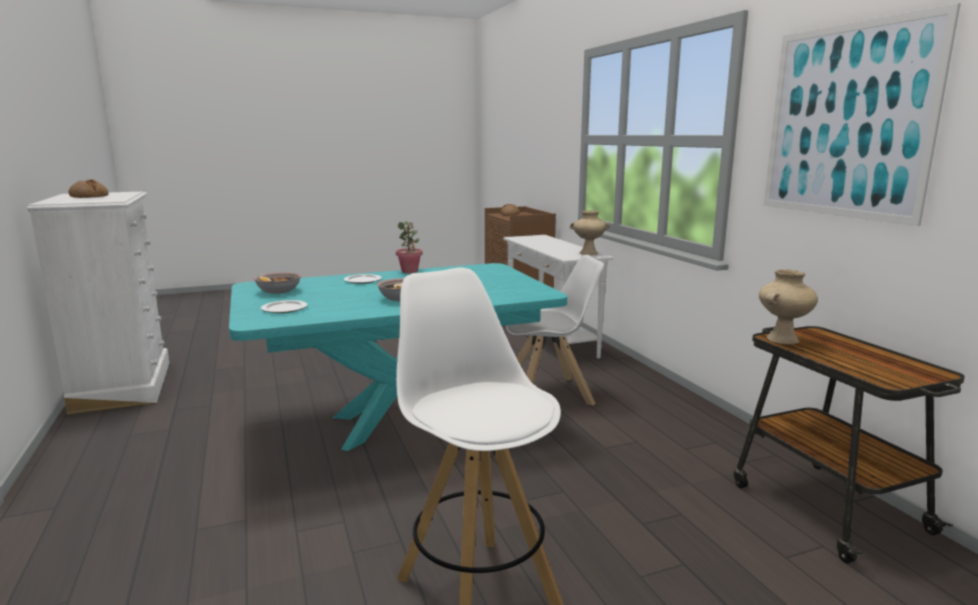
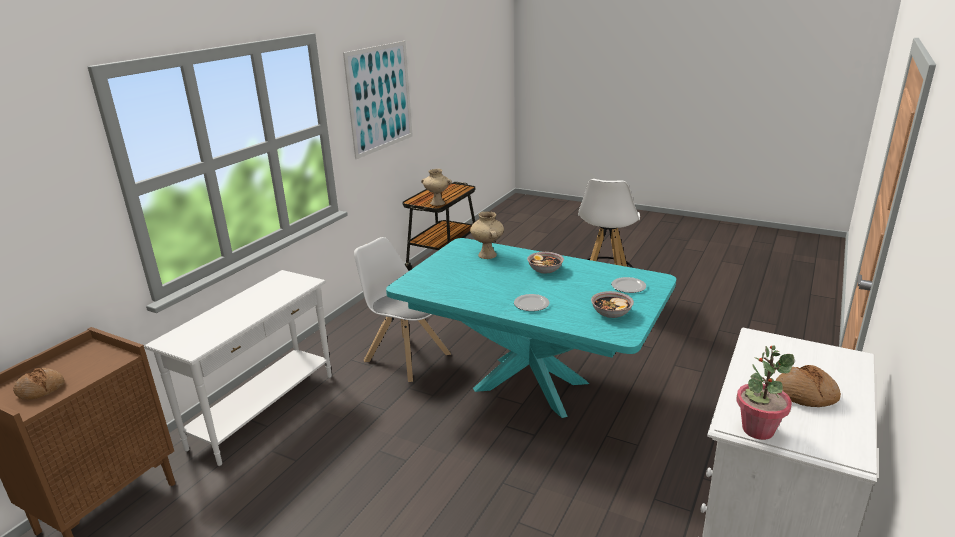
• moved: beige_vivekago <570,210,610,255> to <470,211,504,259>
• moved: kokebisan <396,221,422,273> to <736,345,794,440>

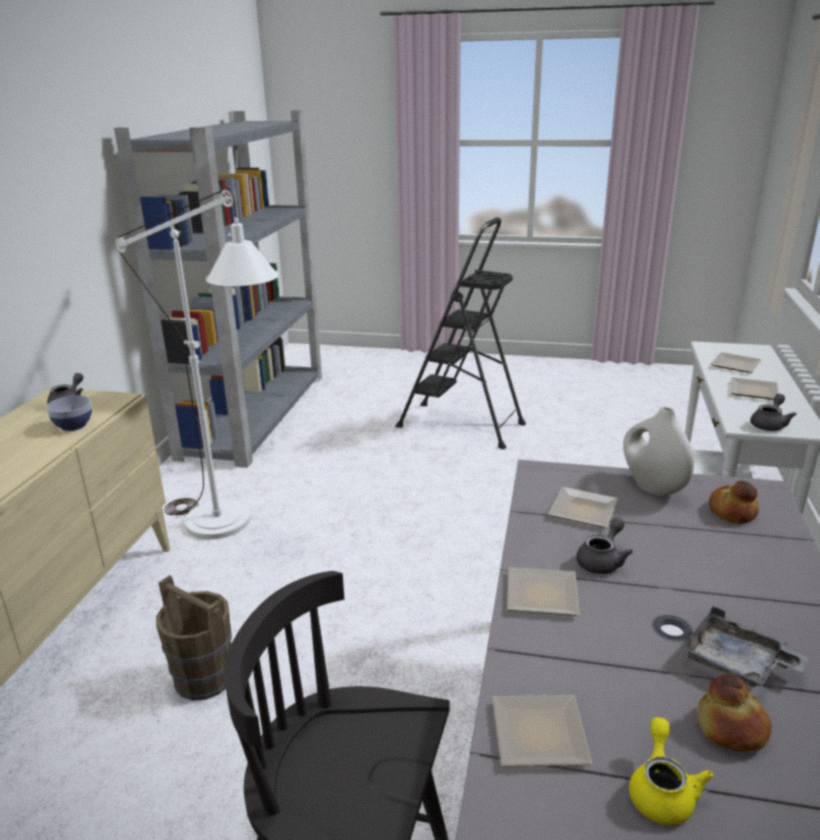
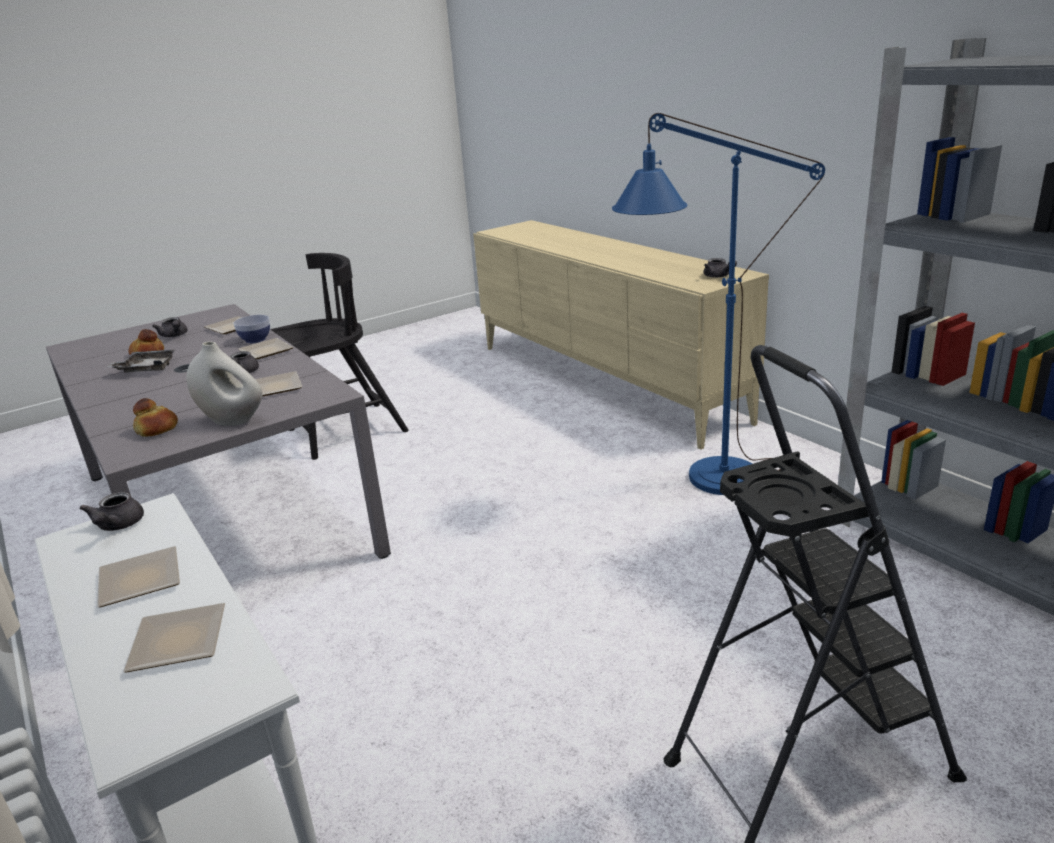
• recoloured: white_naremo <115,189,279,539> to blue_naremo <612,113,825,495>
• moved: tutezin <46,395,92,431> to <233,315,270,343>
• removed: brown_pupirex <156,575,232,701>
• recoloured: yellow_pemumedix <629,717,713,825> to grey_pemumedix <152,317,187,337>

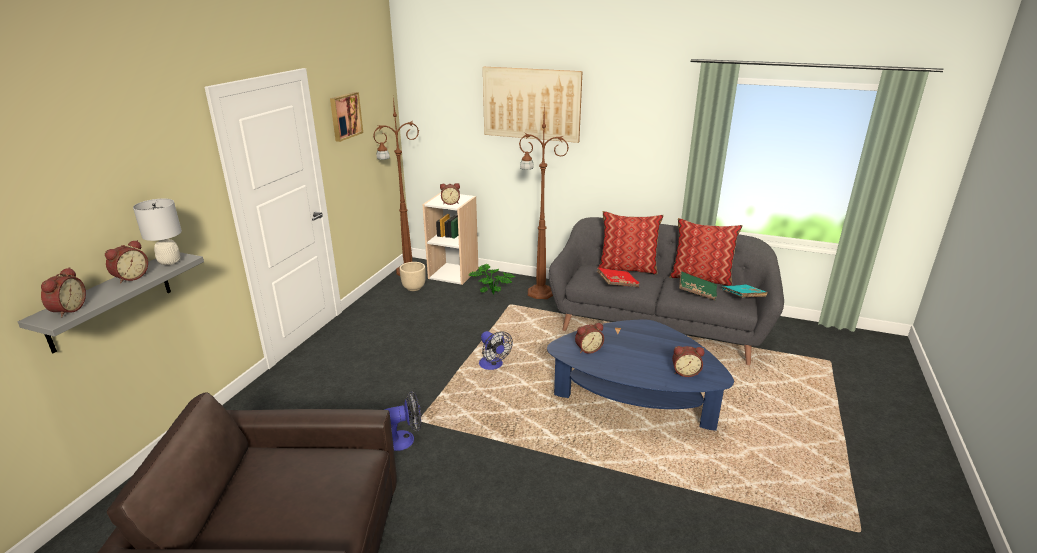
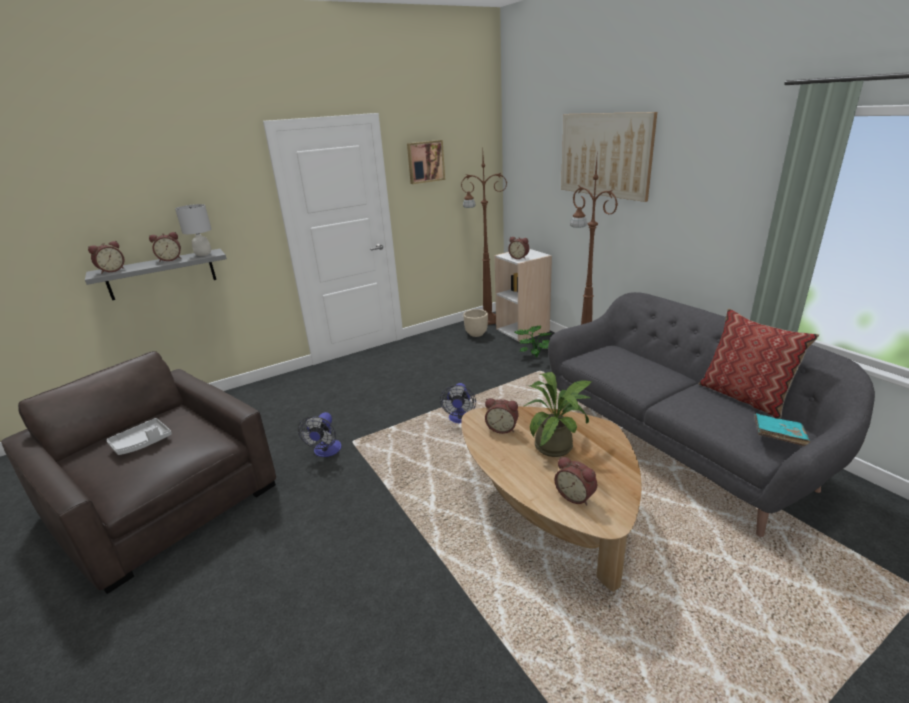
• removed: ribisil <598,211,664,275>
• removed: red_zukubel <597,268,639,287>
• removed: green_zukubel <679,272,717,301>
• recoloured: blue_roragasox <547,320,734,431> to brown_roragasox <461,406,642,592>
• turned: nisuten <384,391,421,451> = <298,412,341,457> 75 degrees clockwise
• added: kokebisan <524,372,591,457>
• added: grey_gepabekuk <107,418,172,455>

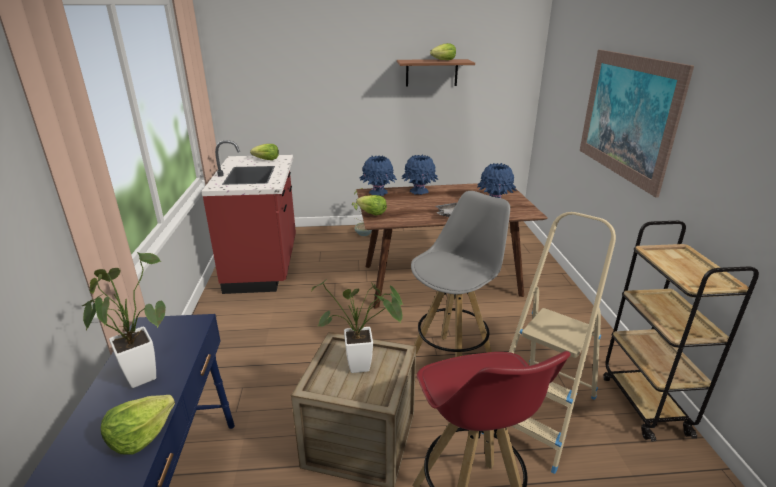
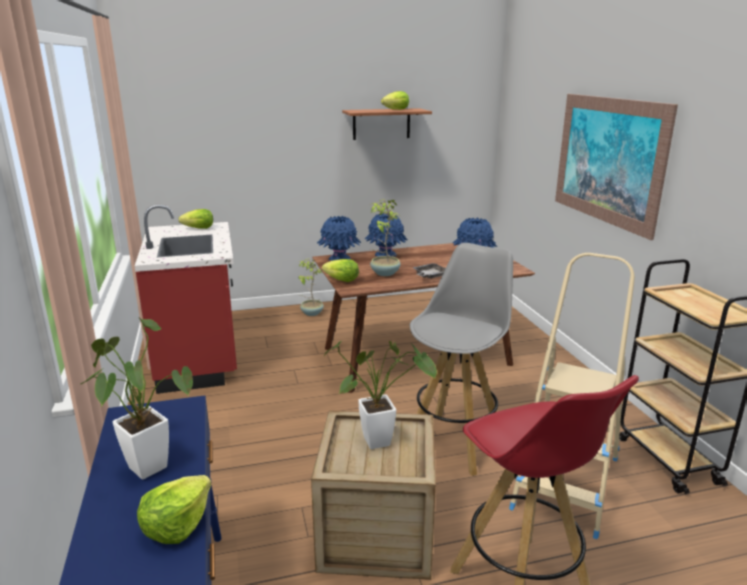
• added: kokebisan <370,199,401,276>

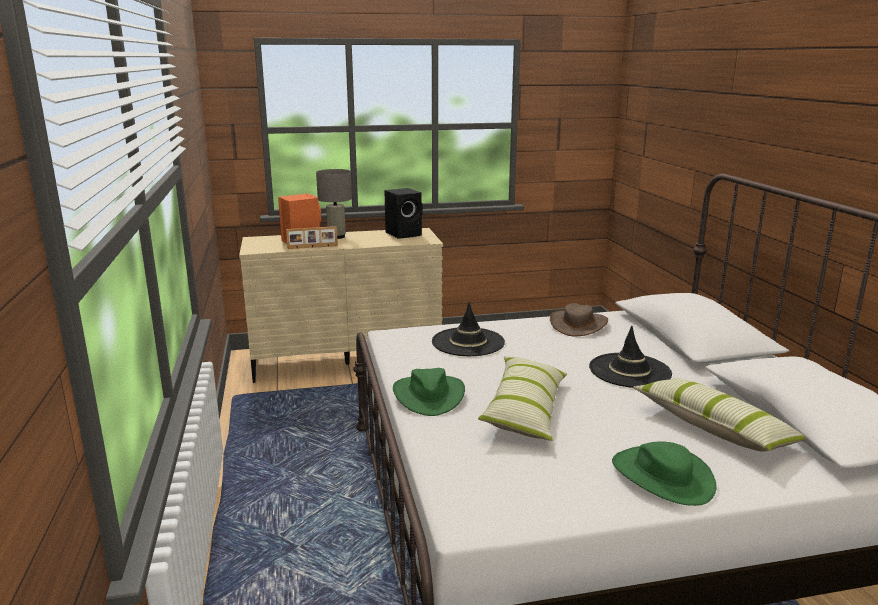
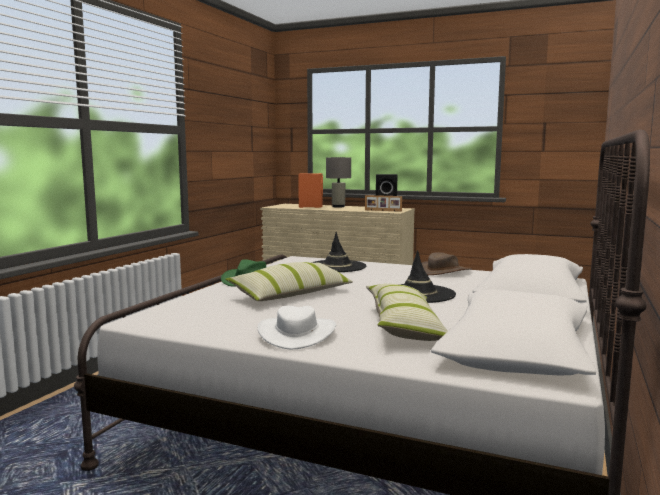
• moved: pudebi <286,226,338,249> to <365,195,402,212>
• recoloured: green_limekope <612,442,717,506> to white_limekope <258,305,336,349>

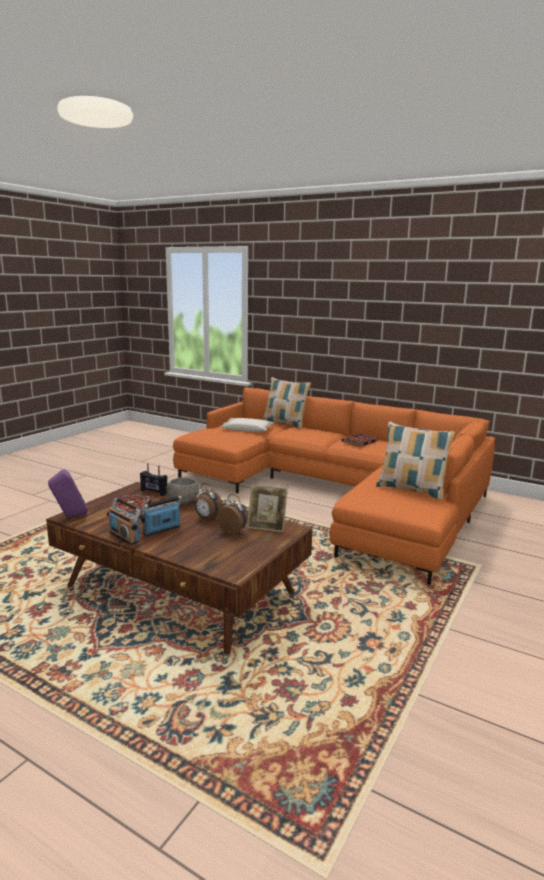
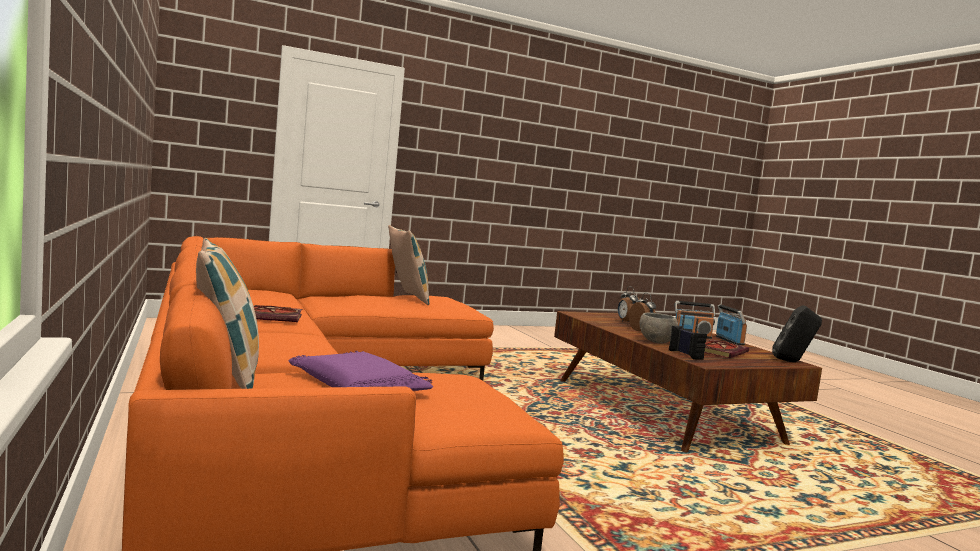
• recoloured: white_ribisil <220,418,274,432> to purple_ribisil <289,350,433,391>
• recoloured: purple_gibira <48,469,88,517> to black_gibira <772,305,822,362>
• removed: pudebi <247,484,288,532>

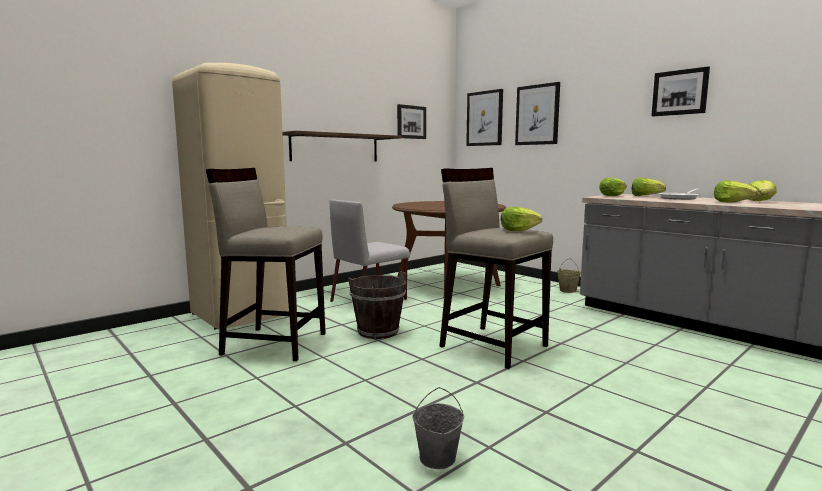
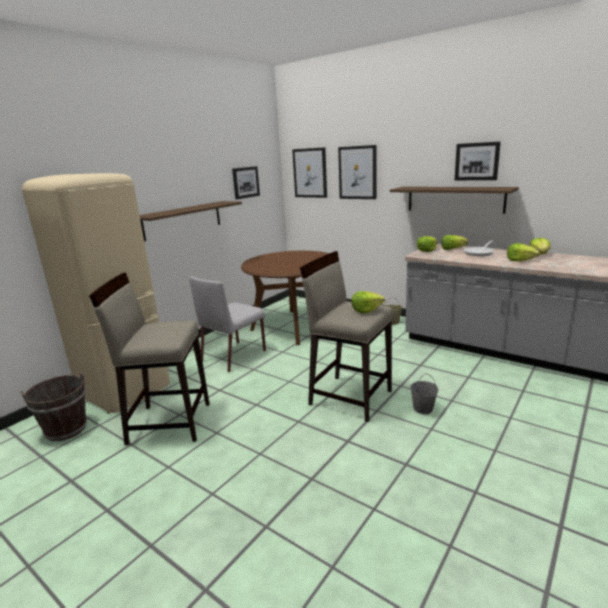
• moved: brown_pupirex <348,271,406,339> to <20,372,87,441>
• moved: grey_pupirex <412,387,464,469> to <410,373,438,414>
• added: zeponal <390,187,519,214>

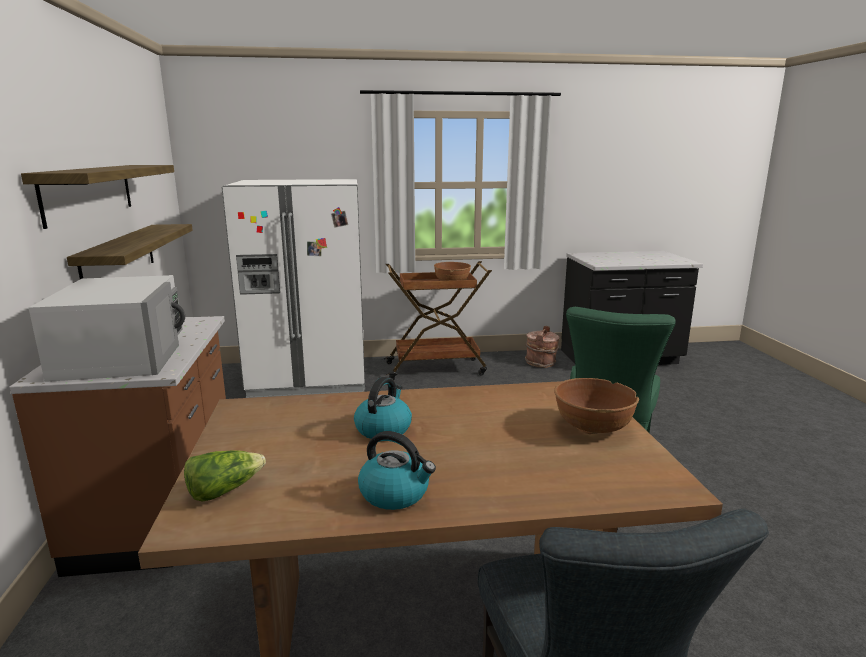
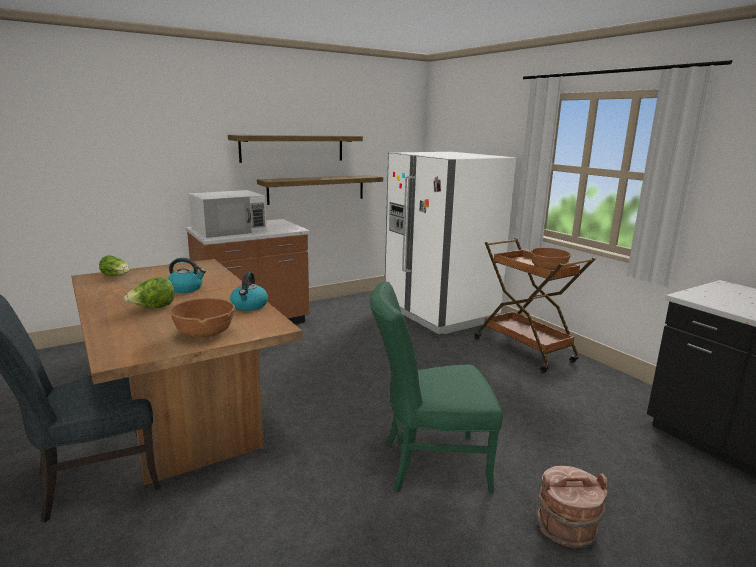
• moved: brown_pupirex <525,326,559,368> to <537,466,607,548>
• moved: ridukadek <358,431,436,510> to <230,272,268,311>
• added: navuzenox <124,277,175,308>

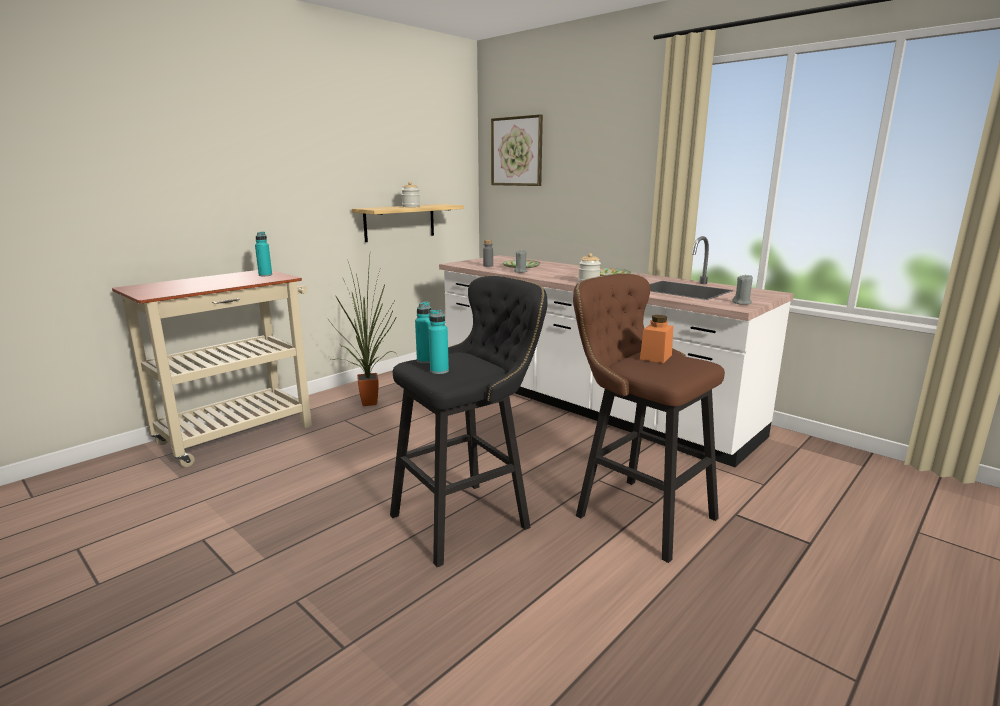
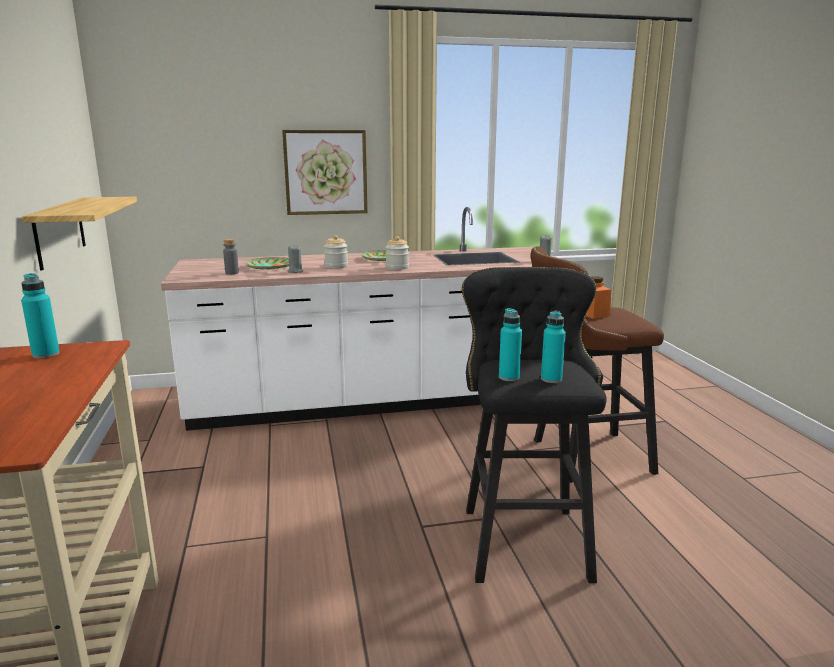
• moved: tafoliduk <491,114,543,186> to <282,130,368,215>
• moved: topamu <401,182,420,207> to <324,235,348,269>
• removed: kokebisan <327,257,397,406>

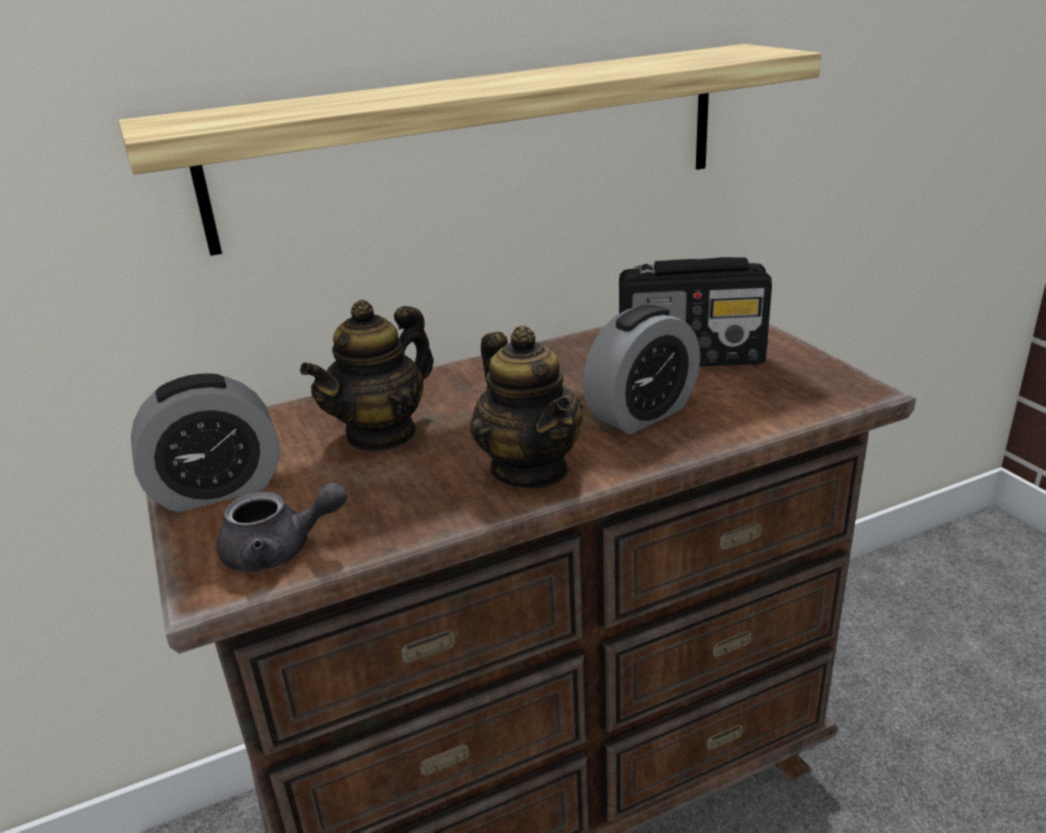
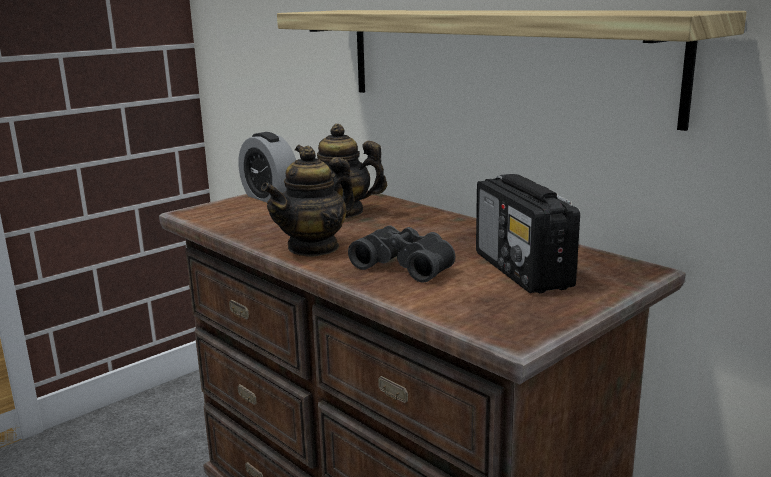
• replaced: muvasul <582,305,700,434> to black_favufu <348,225,455,282>
• removed: grey_pemumedix <217,482,347,572>

